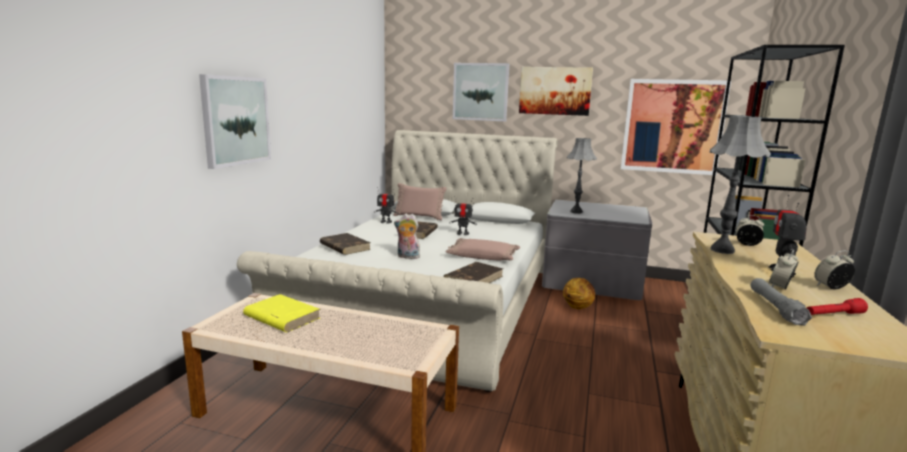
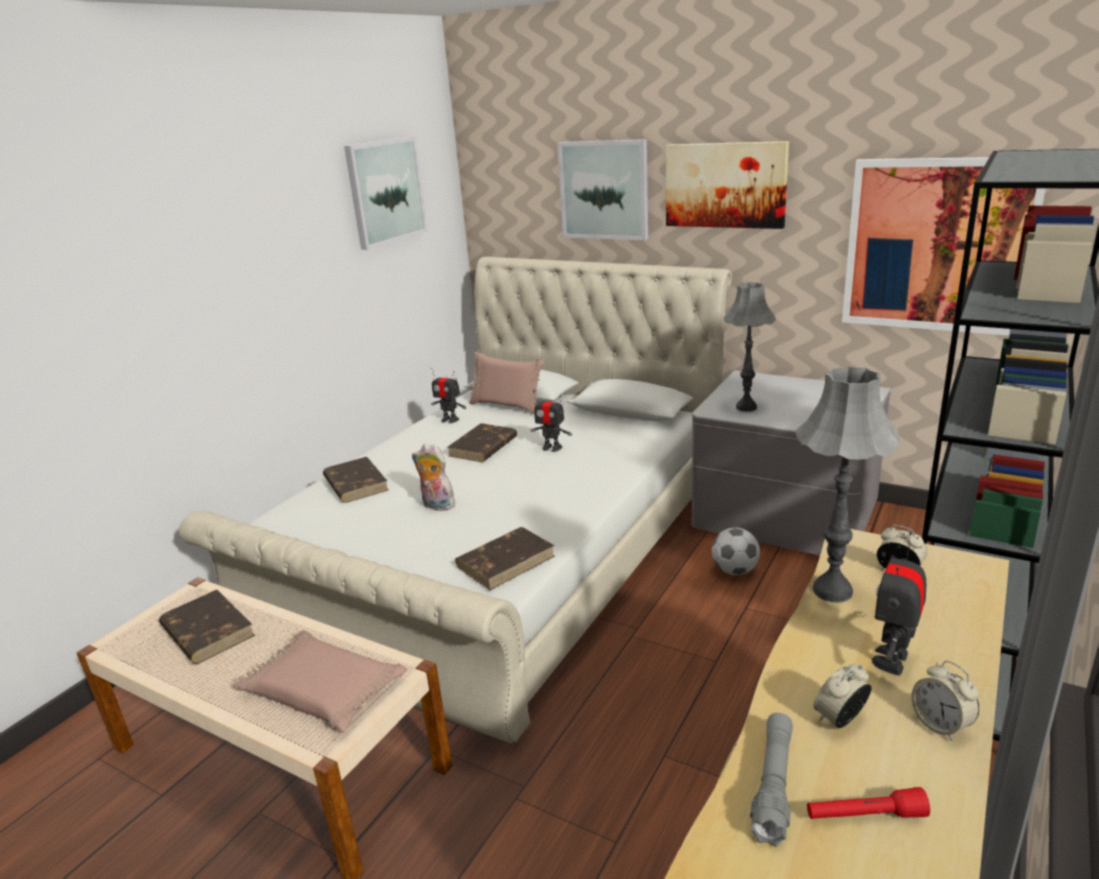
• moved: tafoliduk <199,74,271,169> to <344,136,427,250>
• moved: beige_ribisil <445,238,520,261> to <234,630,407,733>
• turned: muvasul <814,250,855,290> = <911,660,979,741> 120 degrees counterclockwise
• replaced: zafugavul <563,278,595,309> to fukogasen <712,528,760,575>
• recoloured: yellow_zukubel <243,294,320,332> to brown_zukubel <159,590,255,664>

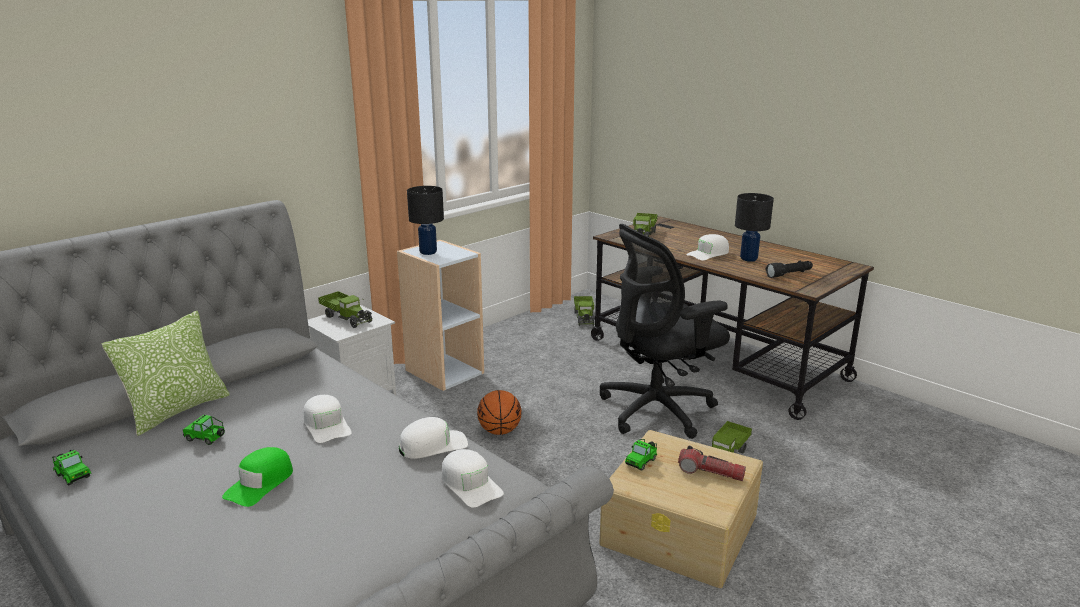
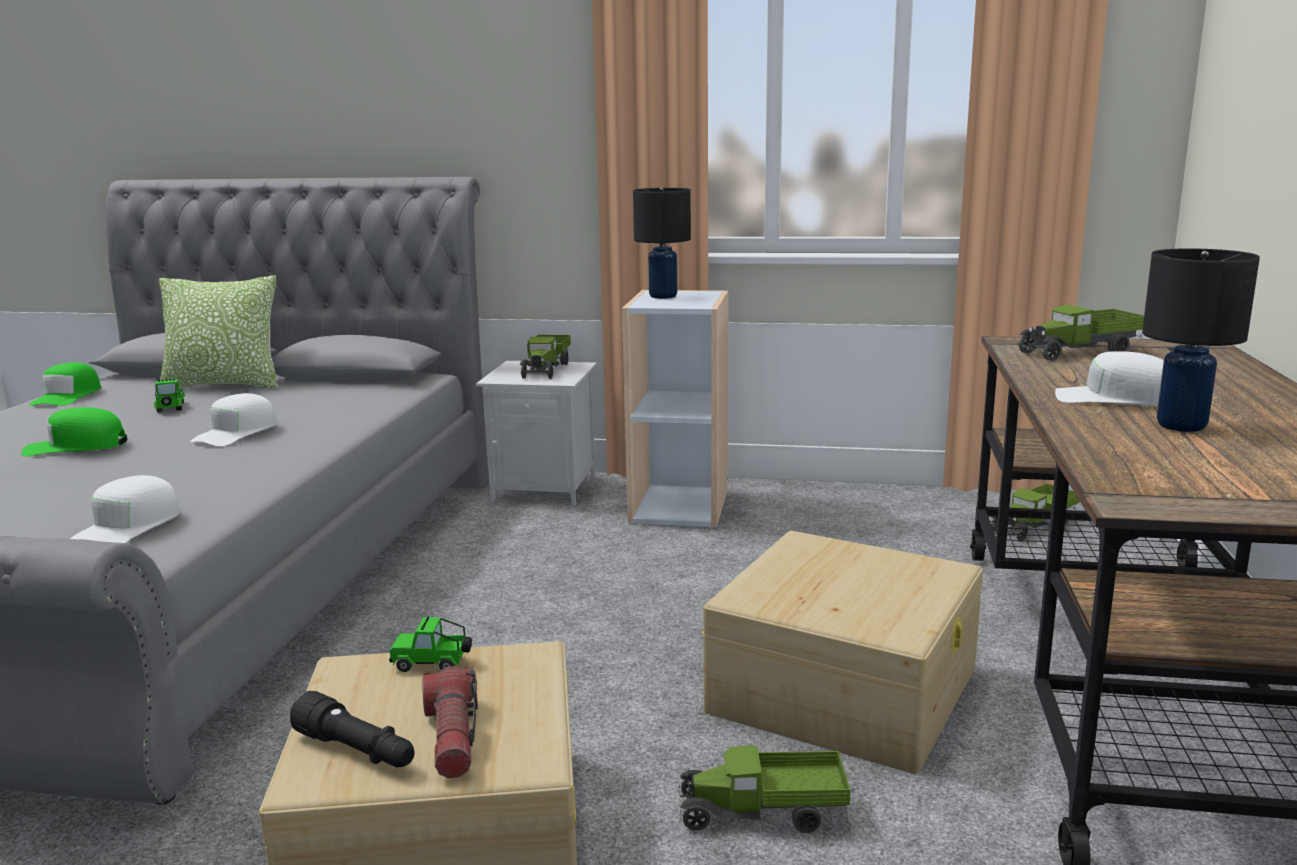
• replaced: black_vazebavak <600,224,730,439> to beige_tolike <701,531,983,774>
• moved: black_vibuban <766,261,813,278> to <290,691,415,767>
• removed: zafugavul <477,390,521,435>
• removed: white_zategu <399,417,468,459>
• replaced: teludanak <52,450,91,485> to green_zategu <29,362,101,406>

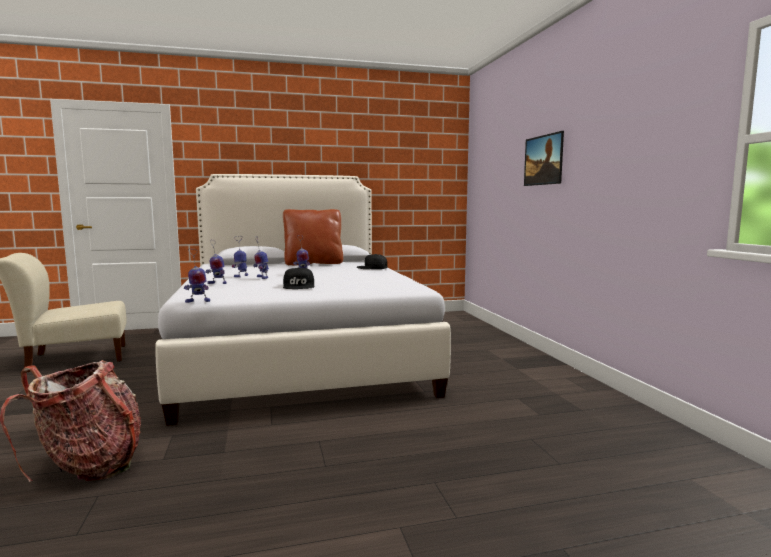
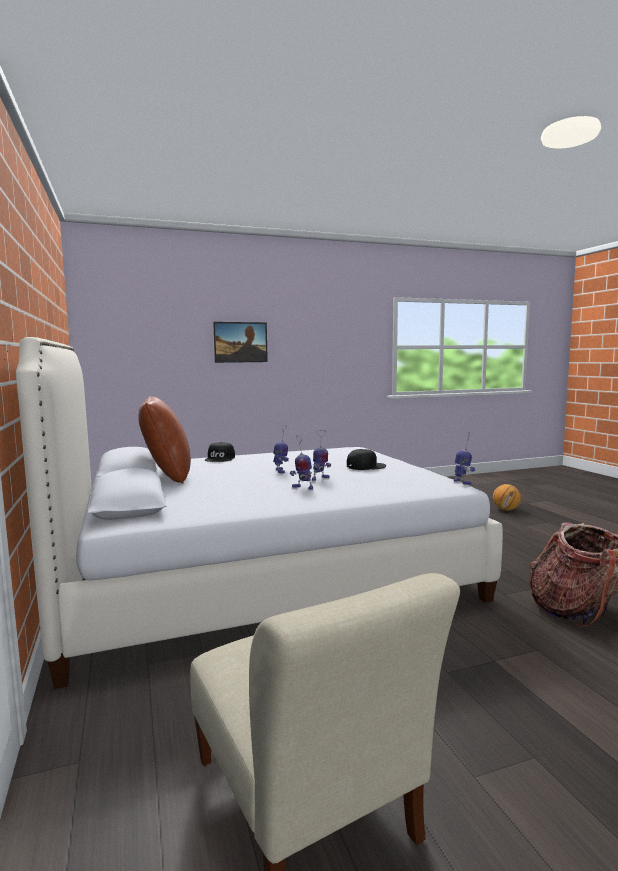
• removed: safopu <205,239,227,284>
• added: zafugavul <493,484,521,511>

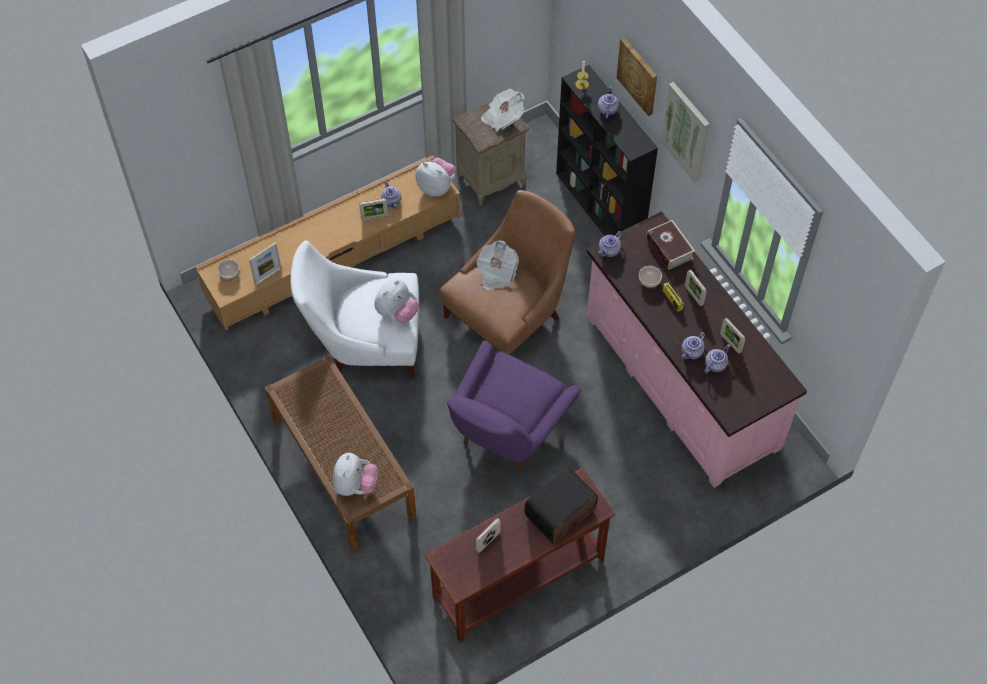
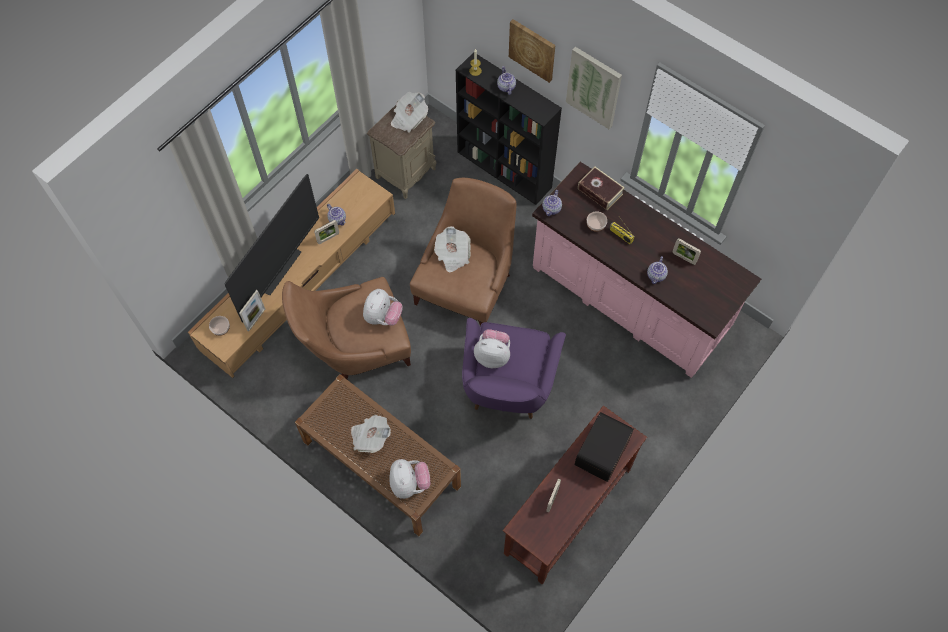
• moved: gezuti <416,158,456,197> to <474,329,510,368>
• recoloured: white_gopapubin <290,241,419,378> to brown_gopapubin <282,277,411,379>
• removed: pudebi <685,270,707,306>
• removed: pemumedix <704,344,730,373>
• added: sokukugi <225,174,319,322>
• added: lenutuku <351,415,391,453>

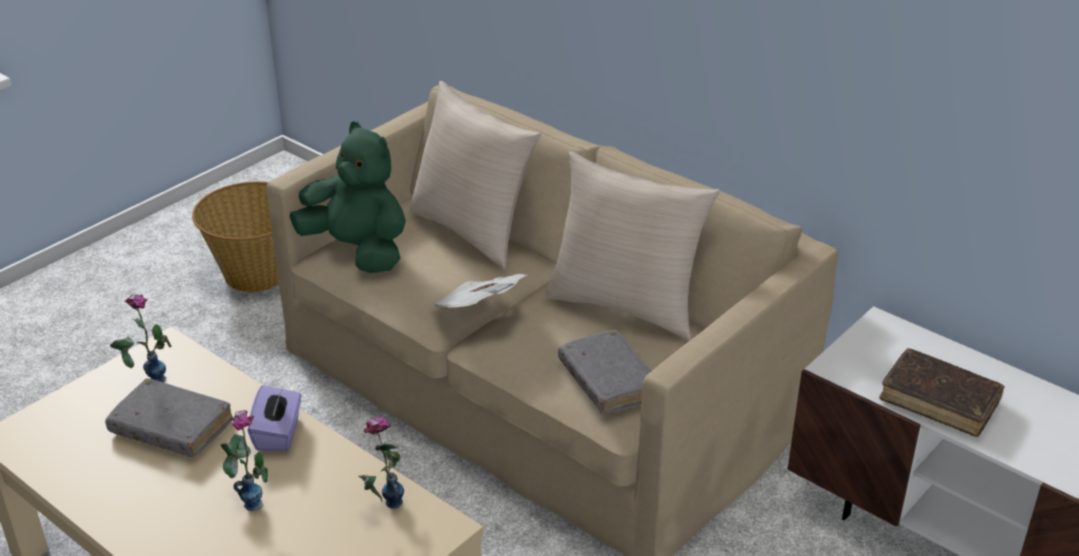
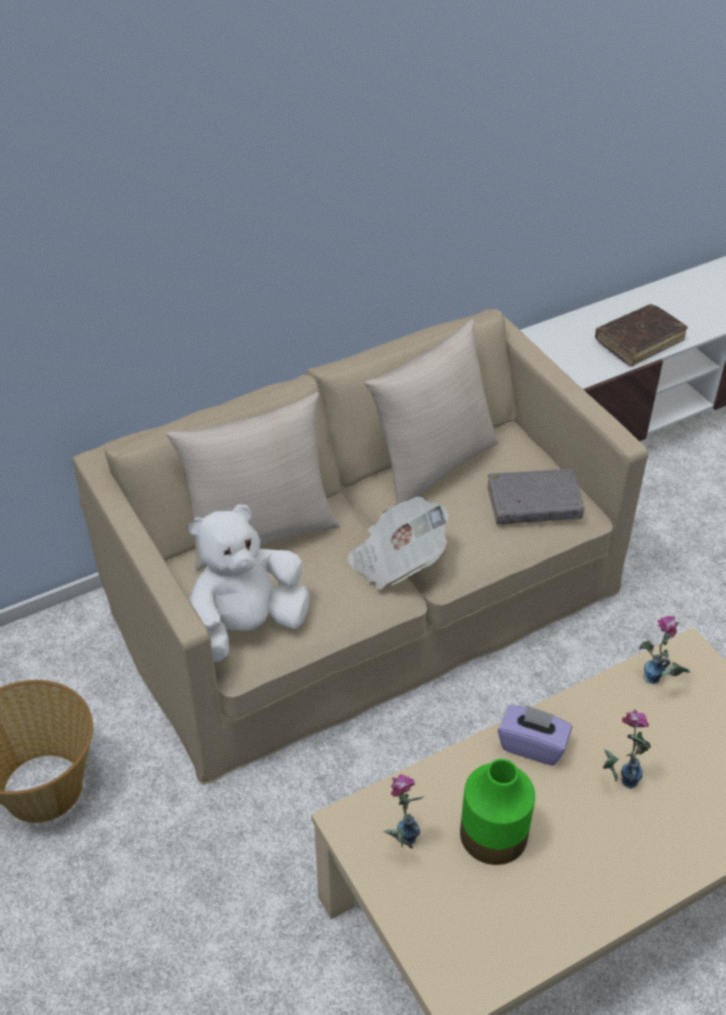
• recoloured: green_gezuti <290,122,406,273> to white_gezuti <189,504,310,662>
• replaced: grey_zukubel <105,378,233,458> to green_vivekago <460,759,535,865>

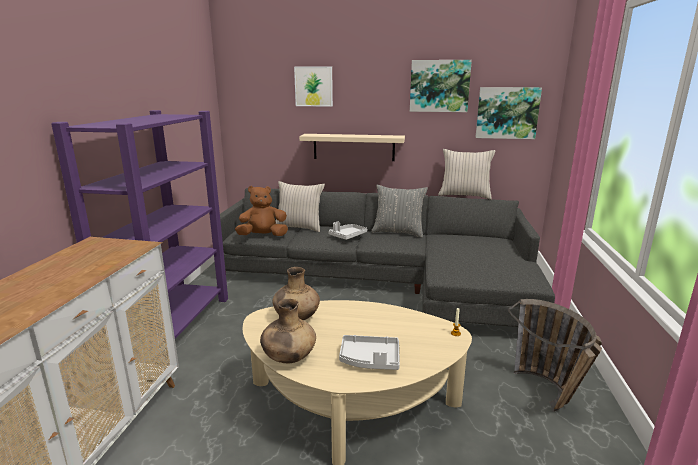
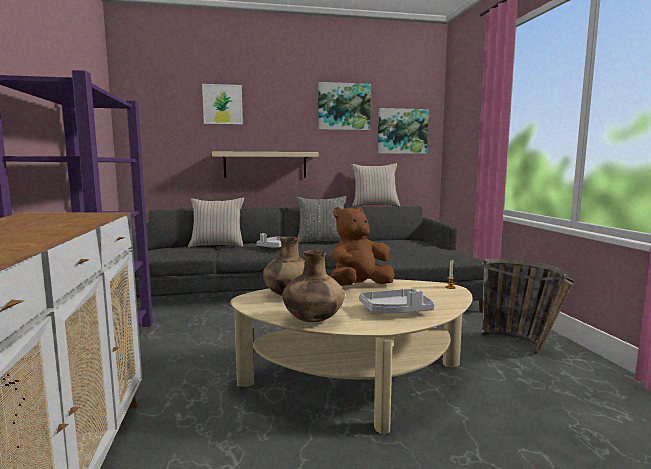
• moved: brown_gezuti <235,186,288,236> to <331,207,394,286>

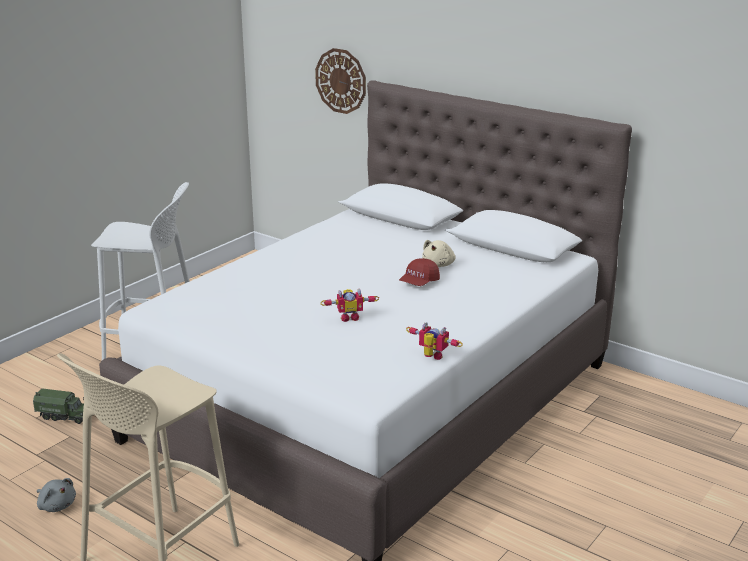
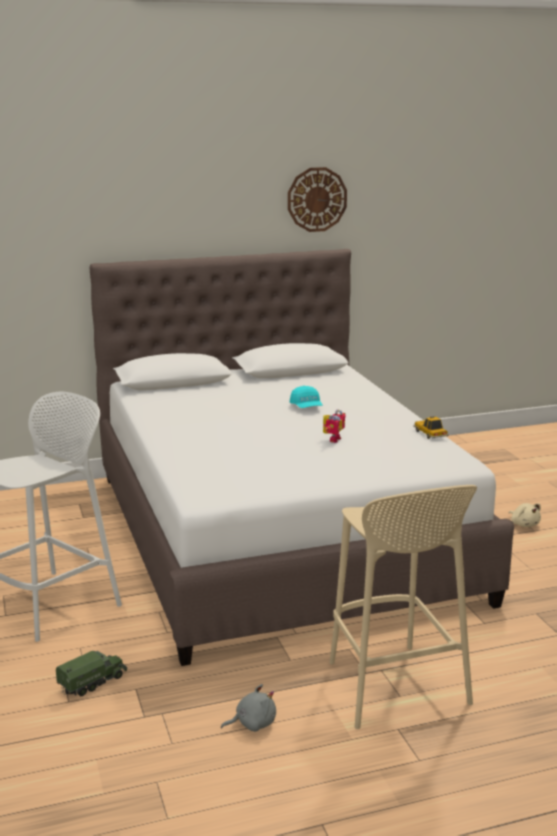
• moved: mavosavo <315,48,366,114> to <288,167,347,232>
• moved: beige_gezuti <422,240,456,267> to <509,503,541,527>
• recoloured: red_zategu <399,258,440,286> to turquoise_zategu <290,386,323,408>
• replaced: safopu <406,322,463,360> to teludanak <413,416,449,439>

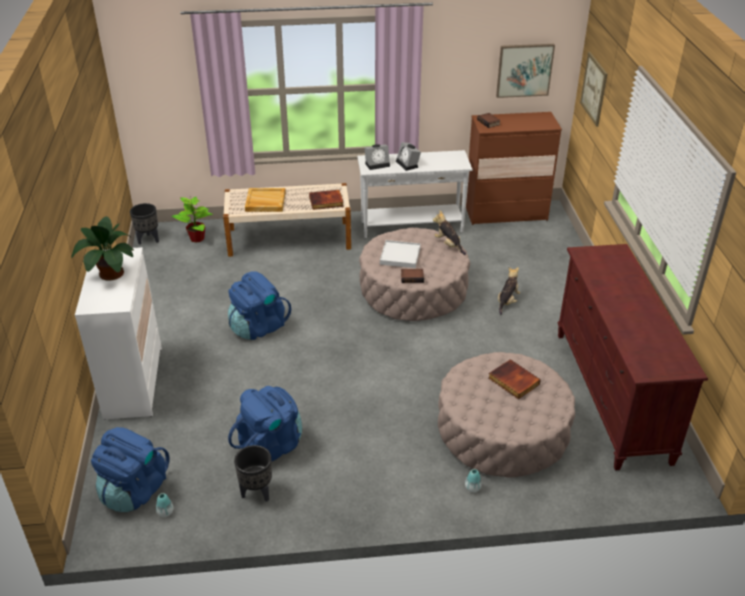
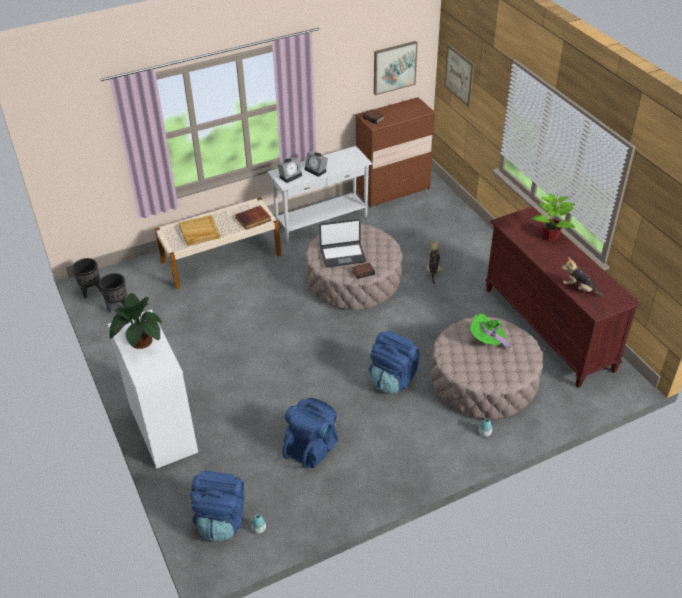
• moved: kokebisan <171,197,213,243> to <531,193,575,241>
• moved: gezuti <433,210,466,255> to <562,257,603,297>
• replaced: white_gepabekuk <380,240,421,268> to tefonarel <319,219,366,267>
• moved: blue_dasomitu <228,272,291,340> to <369,331,419,394>
• replaced: zukubel <489,359,541,399> to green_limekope <470,314,511,351>
• moved: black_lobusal <234,445,272,502> to <99,273,127,313>

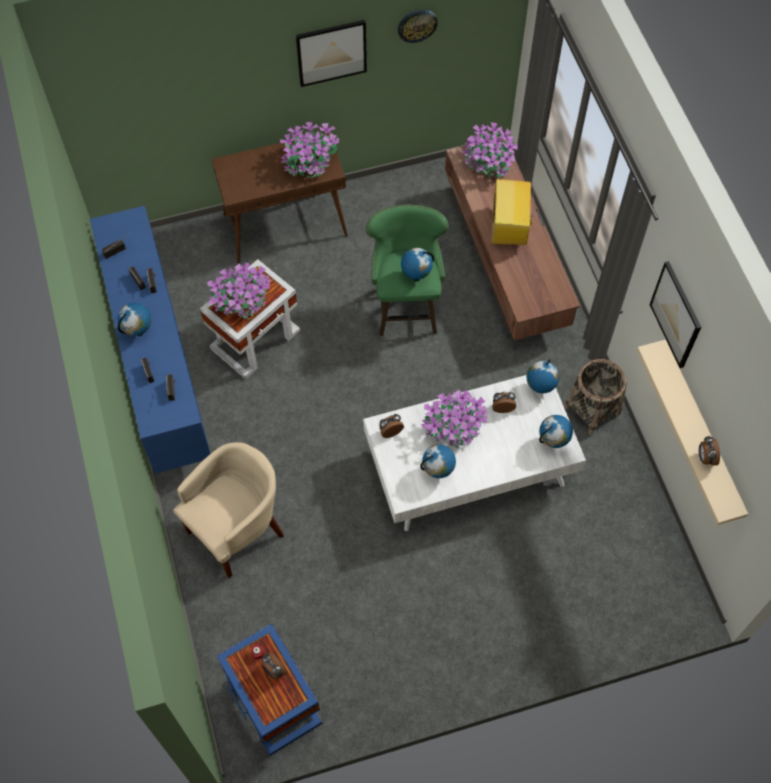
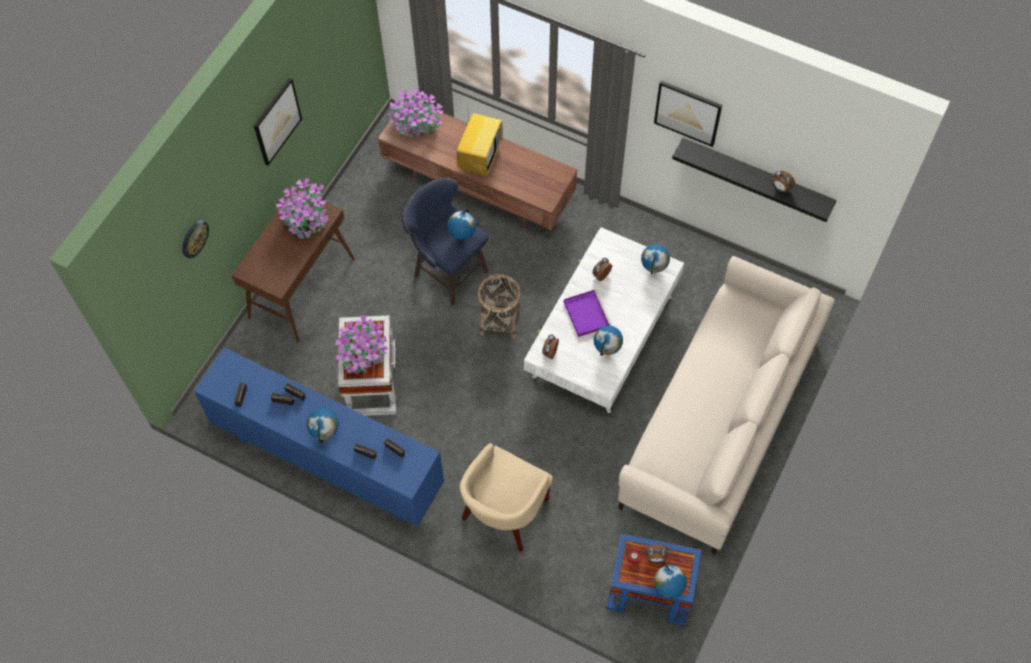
• moved: mavosavo <398,10,438,43> to <182,220,209,259>
• turned: sokukugi <492,179,535,245> = <456,101,503,176> 120 degrees counterclockwise
• recoloured: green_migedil <366,205,449,336> to blue_migedil <402,178,488,306>
• recoloured: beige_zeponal <637,339,748,525> to black_zeponal <672,138,837,222>
• moved: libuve <564,359,627,435> to <478,274,521,339>
• moved: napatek <527,360,559,393> to <654,563,687,598>
• replaced: kokebisan <421,390,488,449> to purple_gepabekuk <564,289,612,337>
• turned: beige_gopapubin <174,442,284,578> = <459,443,553,552> 150 degrees counterclockwise
• added: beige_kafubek <618,256,835,555>

